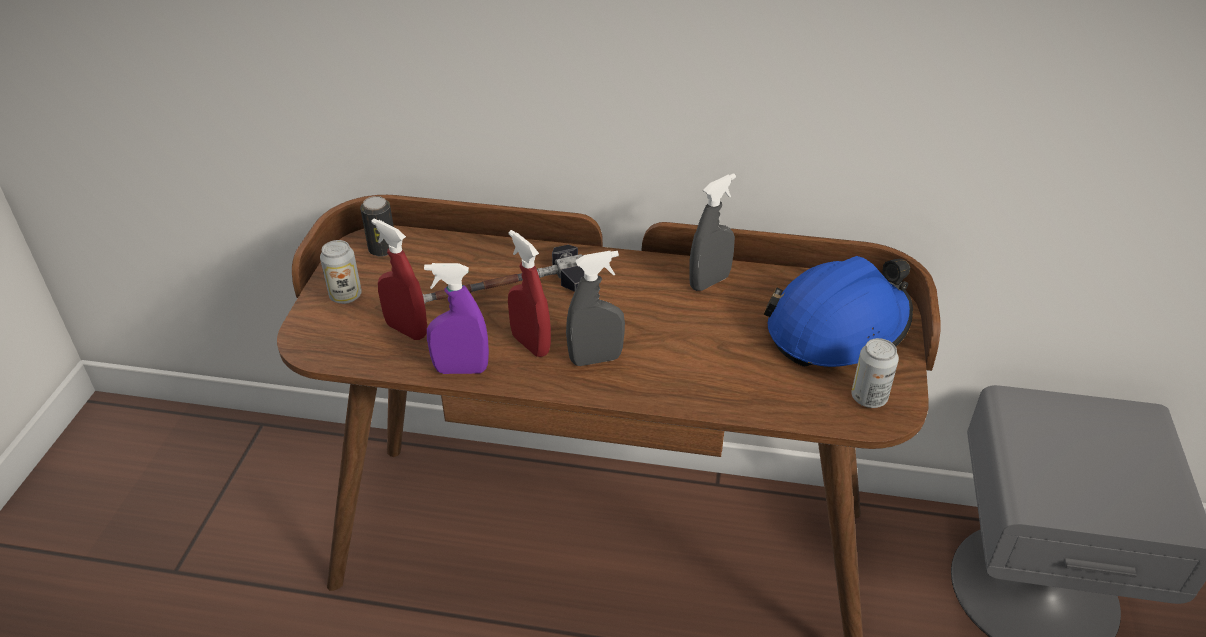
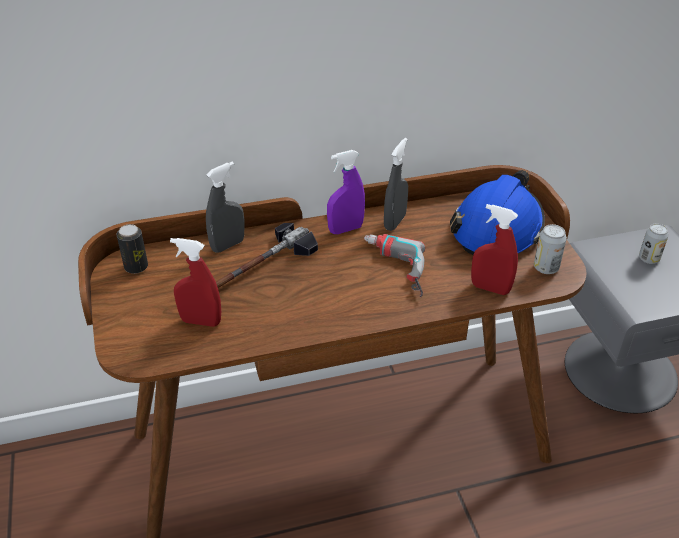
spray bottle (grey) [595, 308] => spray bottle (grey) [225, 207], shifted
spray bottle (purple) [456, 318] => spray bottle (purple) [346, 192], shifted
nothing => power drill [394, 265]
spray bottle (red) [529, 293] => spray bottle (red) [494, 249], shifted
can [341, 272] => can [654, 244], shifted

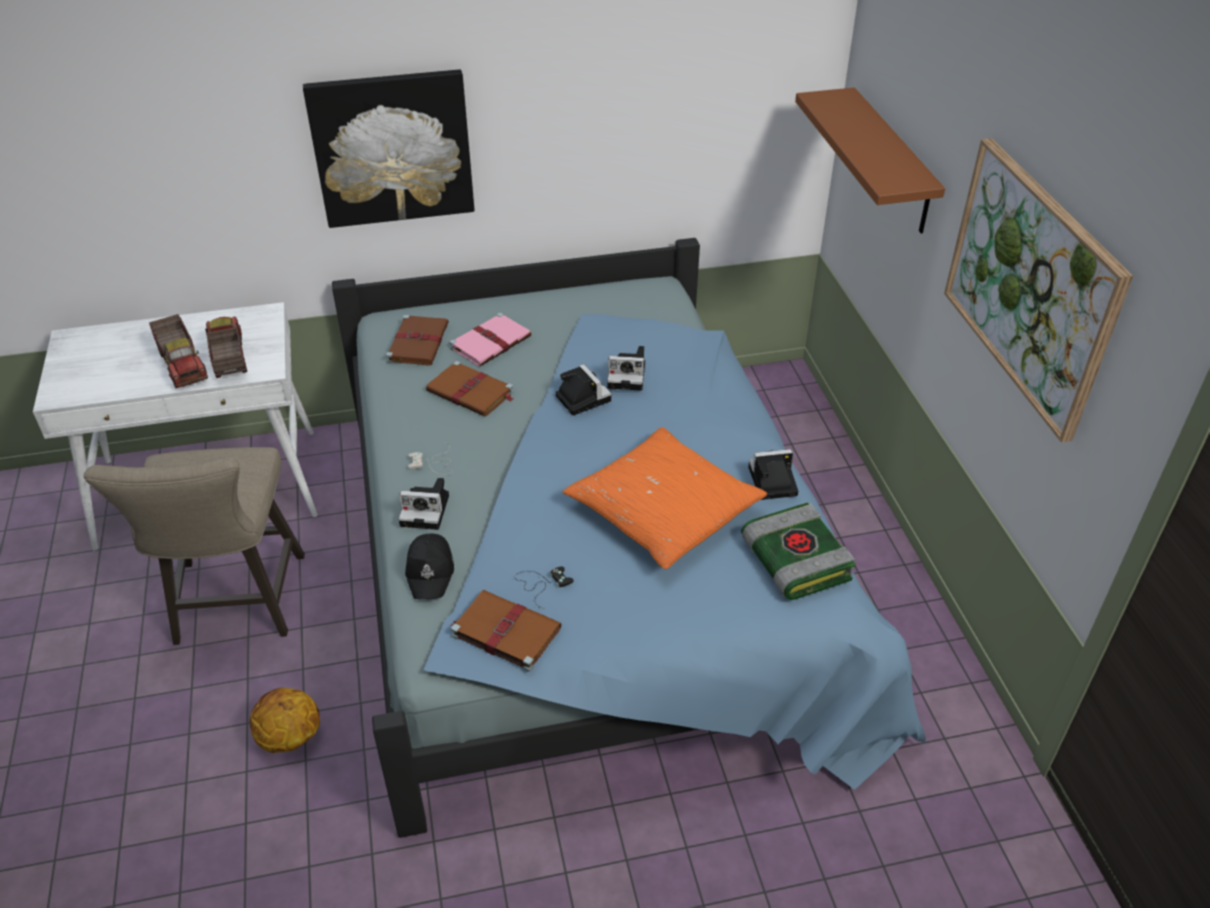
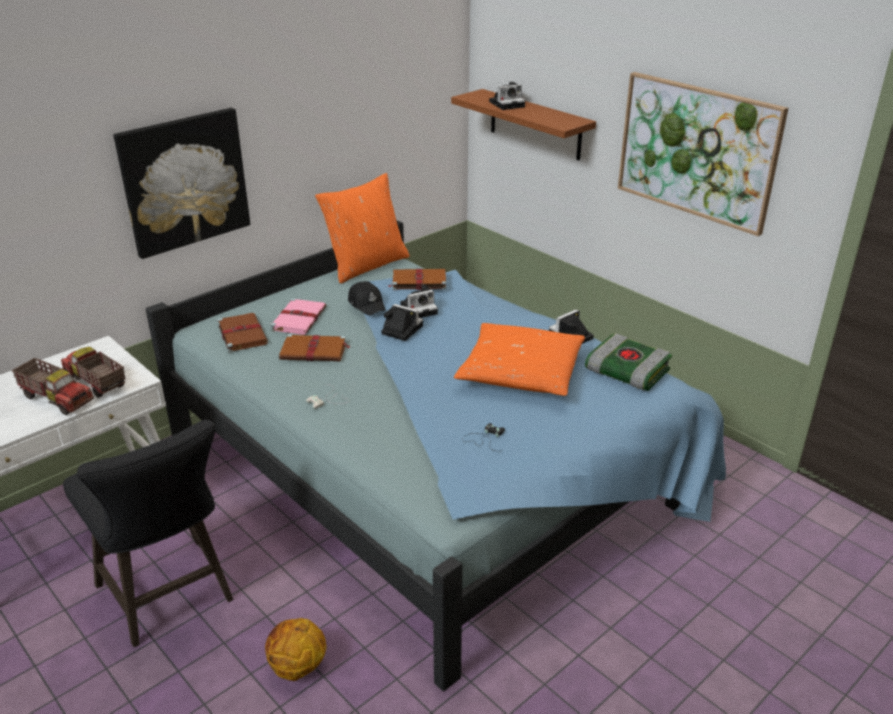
stool (beige) [194, 546] => stool (black) [148, 533]
nothing => pillow (orange) [362, 228]
cap (black) [429, 566] => cap (black) [367, 298], shifted
book (brown) [506, 630] => book (brown) [417, 279], shifted
photo camera [423, 504] => photo camera [507, 96], shifted

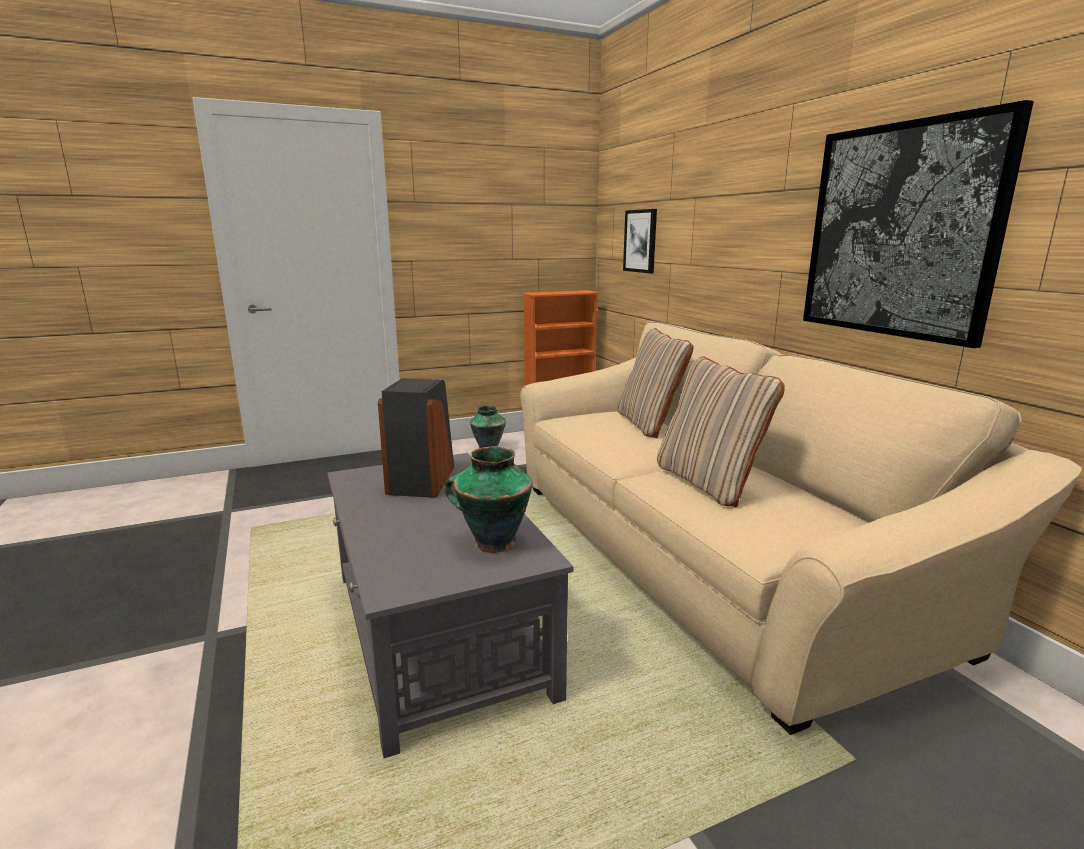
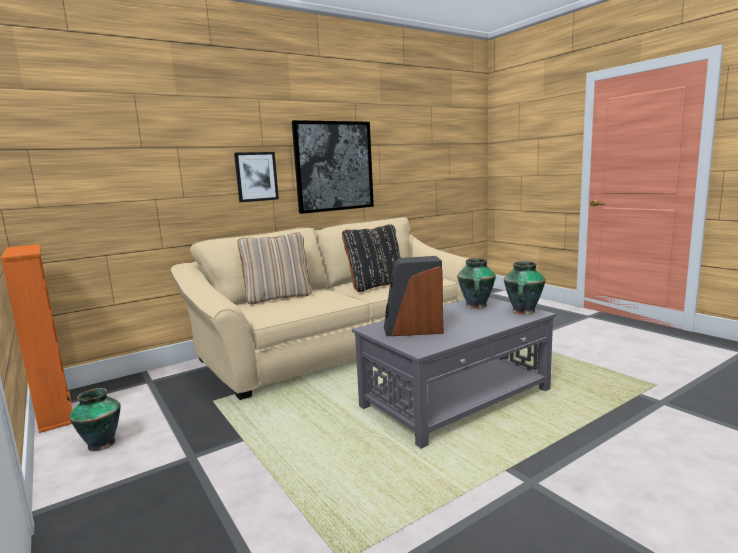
picture [640, 241] => picture [256, 177], shifted
pillow (beige) [721, 432] => pillow (black) [371, 258]
nothing => vase [525, 288]

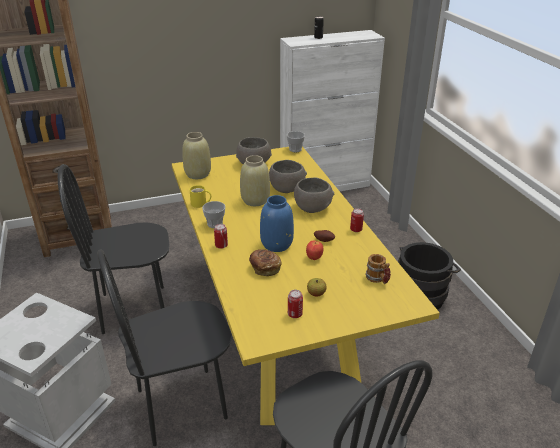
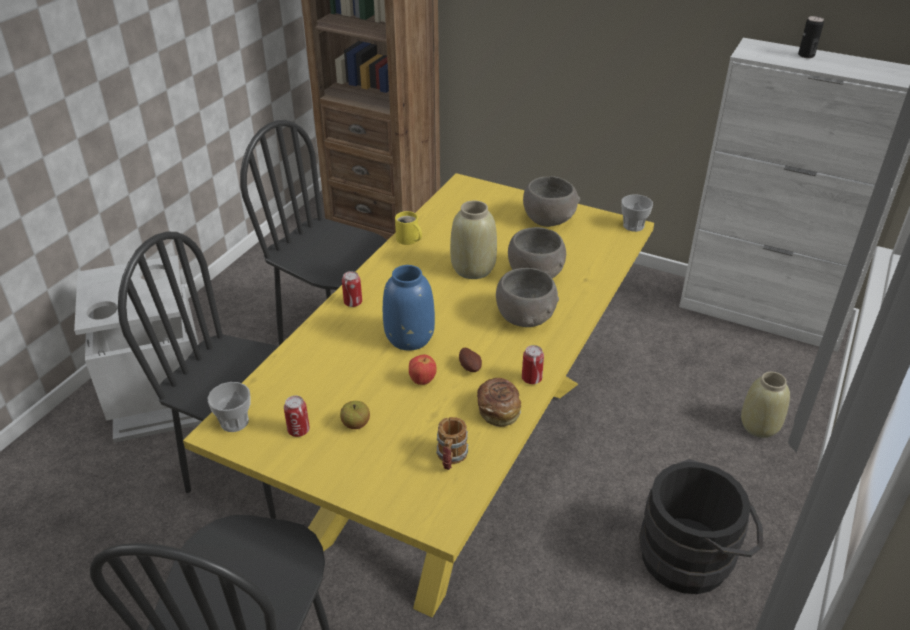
cup [213, 214] => cup [228, 407], shifted
bread [265, 262] => bread [499, 402], shifted
vase (beige) [196, 155] => vase (beige) [765, 405], shifted

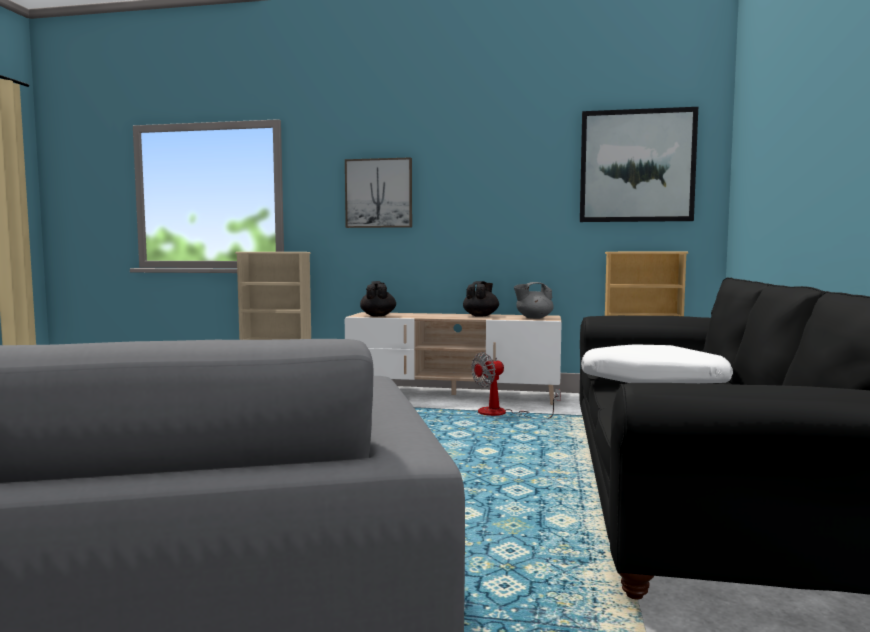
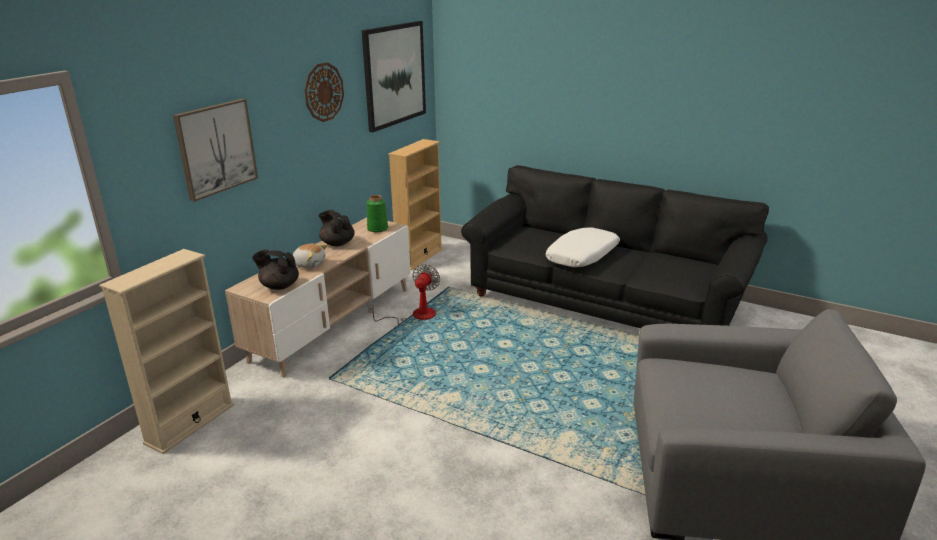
nothing => plush toy [310, 256]
nothing => wall clock [324, 92]
teapot (grey) [534, 300] => vase (green) [377, 213]
fan [516, 385] => fan [404, 294], 150 degrees counterclockwise

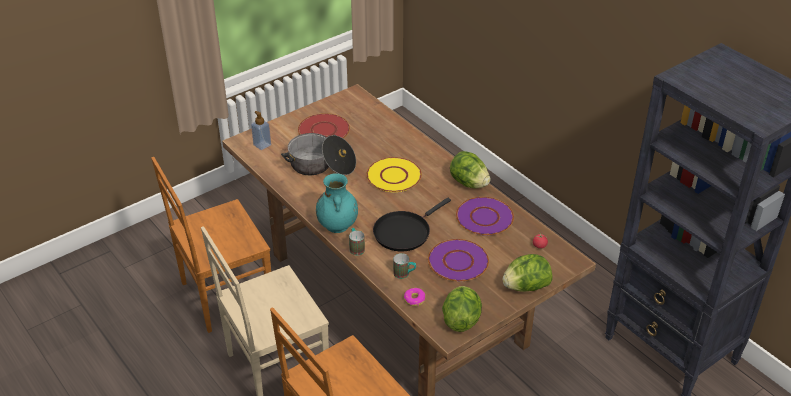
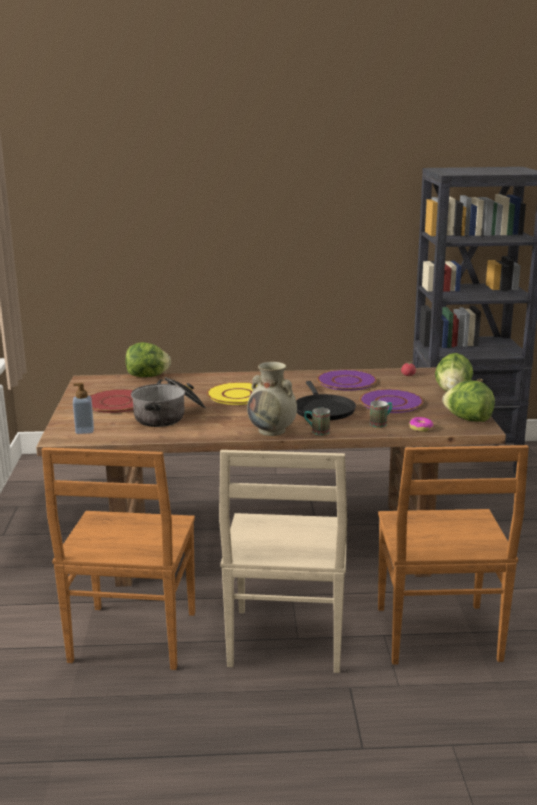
lettuce [470, 169] => lettuce [148, 359], shifted
vase (turquoise) [337, 203] => vase (beige) [272, 399]

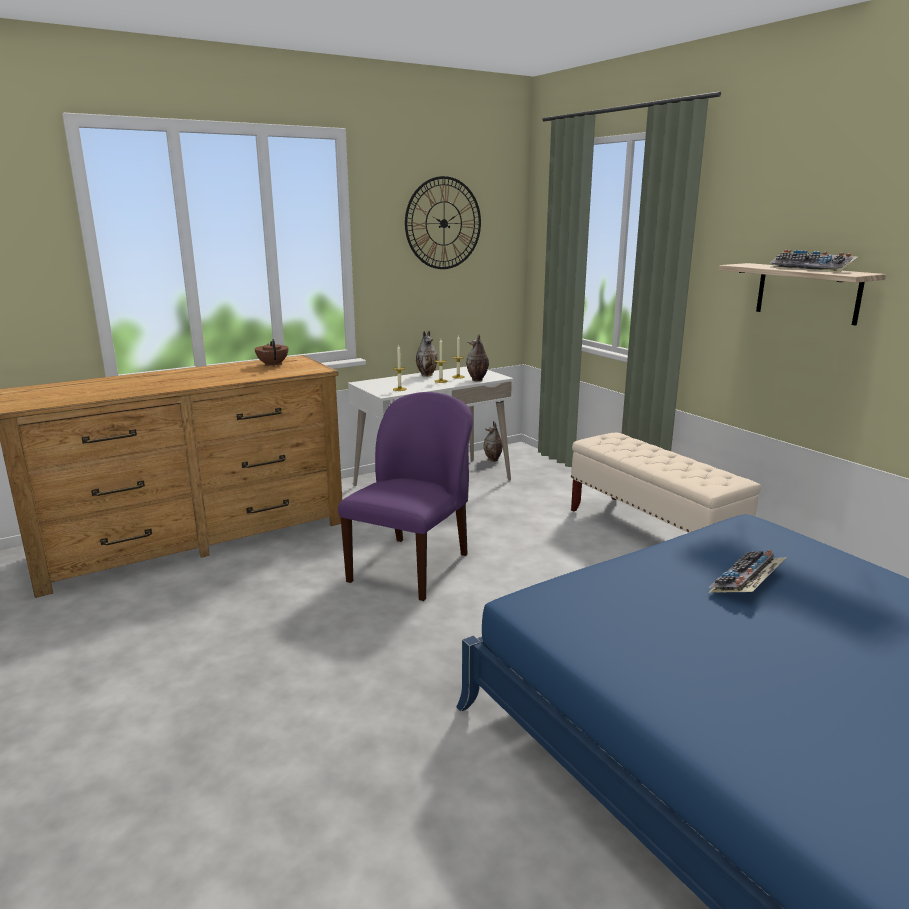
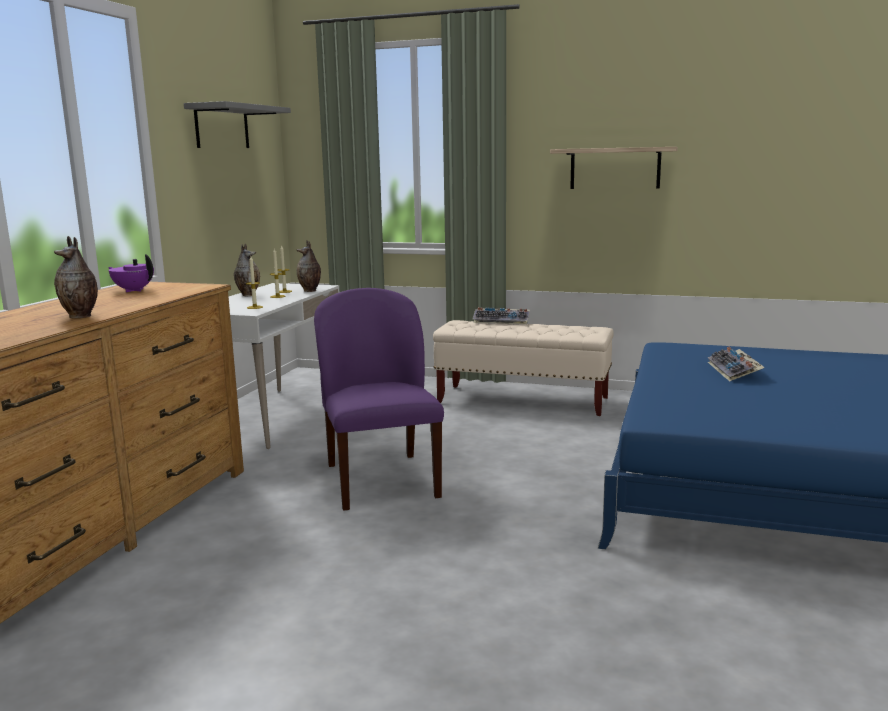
vase [493, 441] => vase [76, 277], shifted
teapot (brown) [271, 353] => teapot (purple) [131, 273]
wall clock [443, 222] => shelf (grey) [237, 124]
keyboard [813, 261] => keyboard [501, 315], shifted

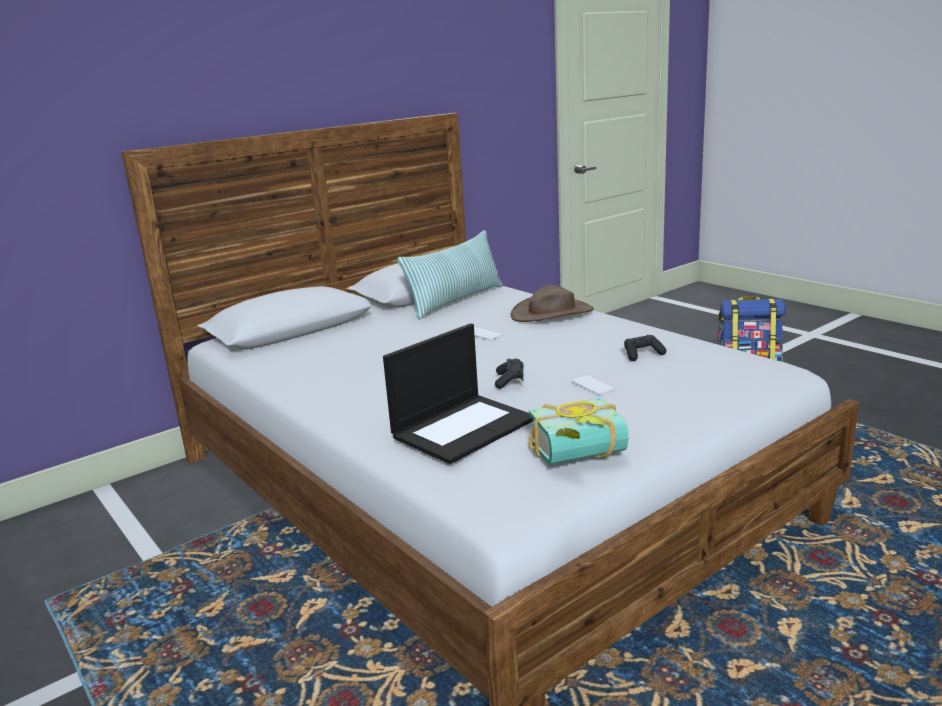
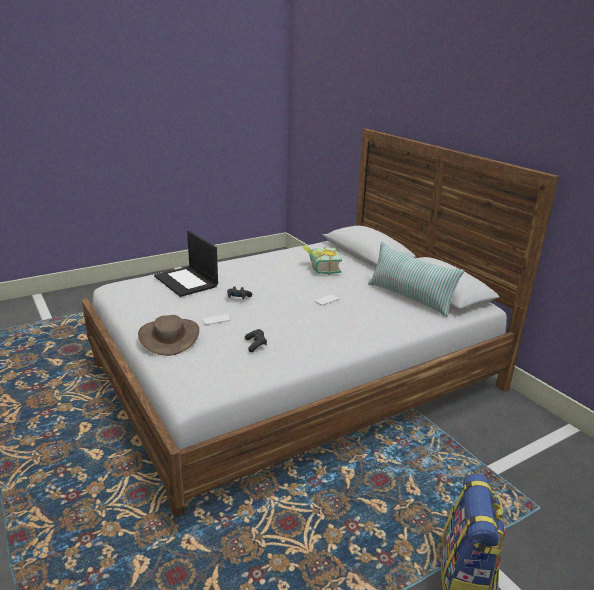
hat (brown) [552, 303] => hat (brown) [168, 335], shifted
book [578, 431] => book [322, 260], shifted

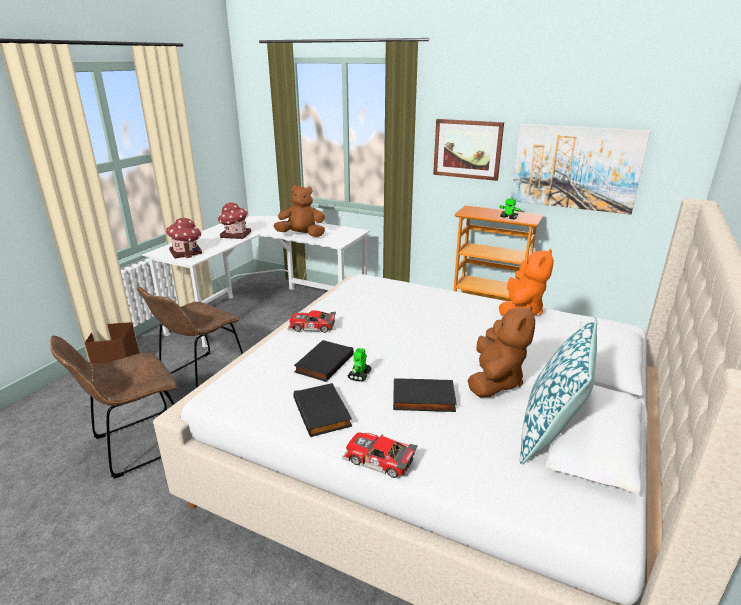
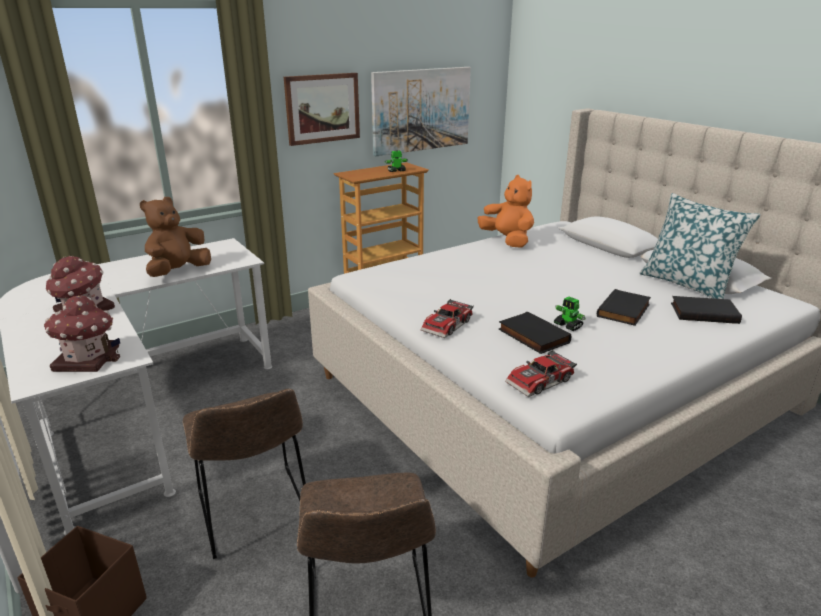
toy car [380, 455] => toy car [541, 373], shifted
book (black) [322, 410] => book (black) [706, 310], shifted
plush toy (brown) [501, 351] => nothing

